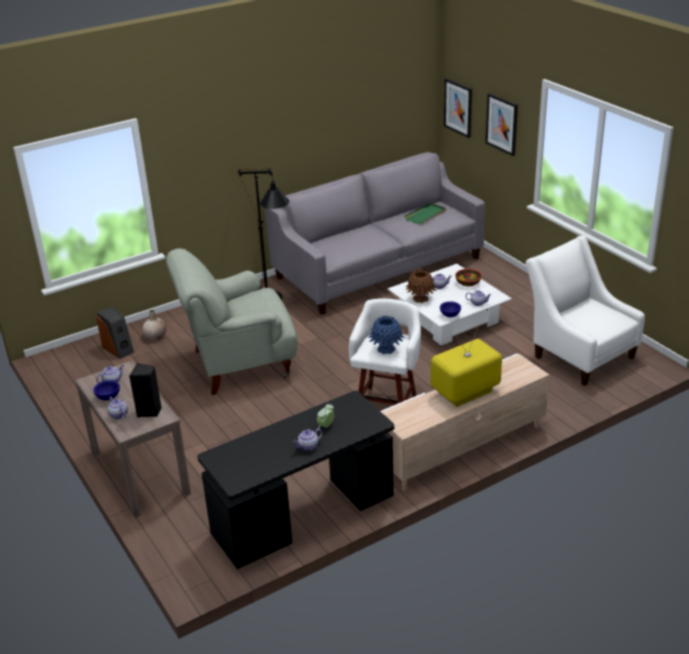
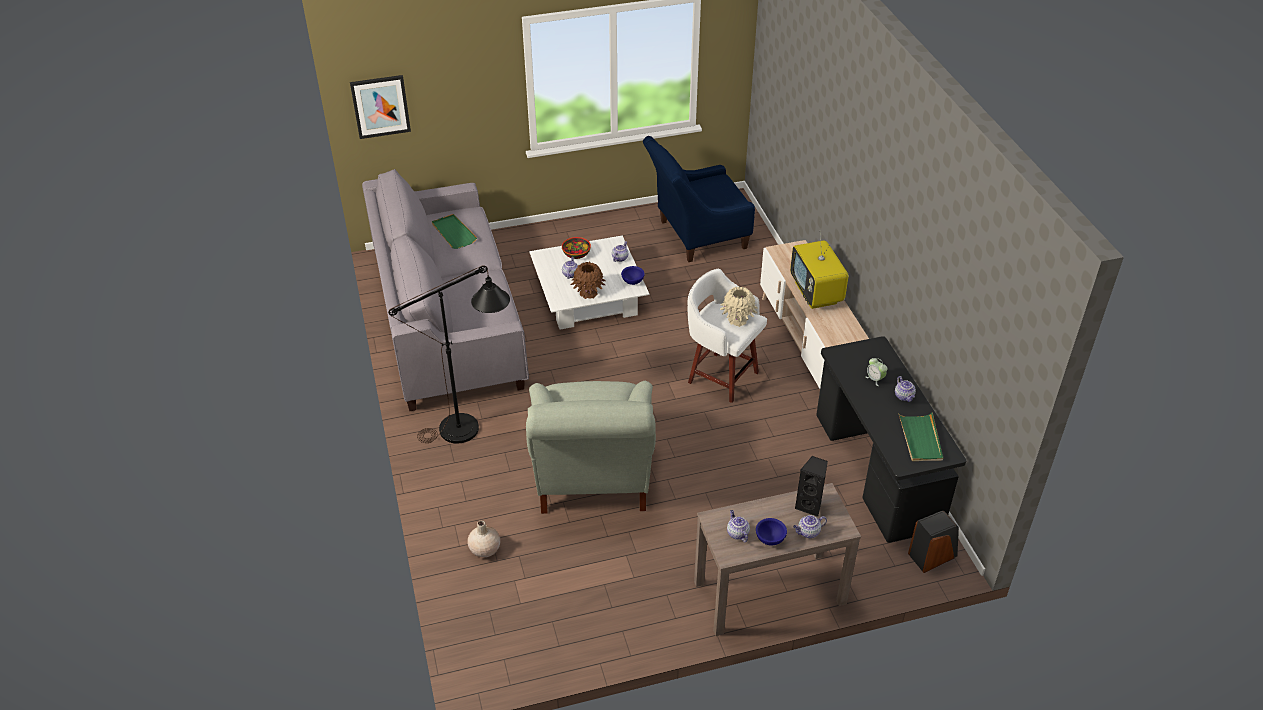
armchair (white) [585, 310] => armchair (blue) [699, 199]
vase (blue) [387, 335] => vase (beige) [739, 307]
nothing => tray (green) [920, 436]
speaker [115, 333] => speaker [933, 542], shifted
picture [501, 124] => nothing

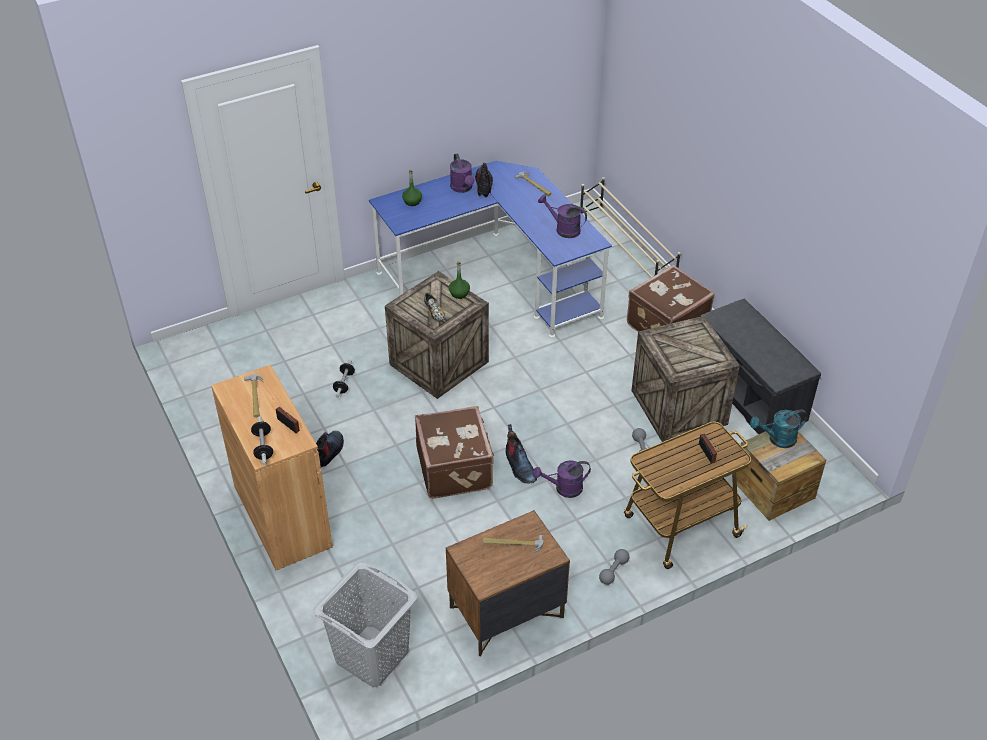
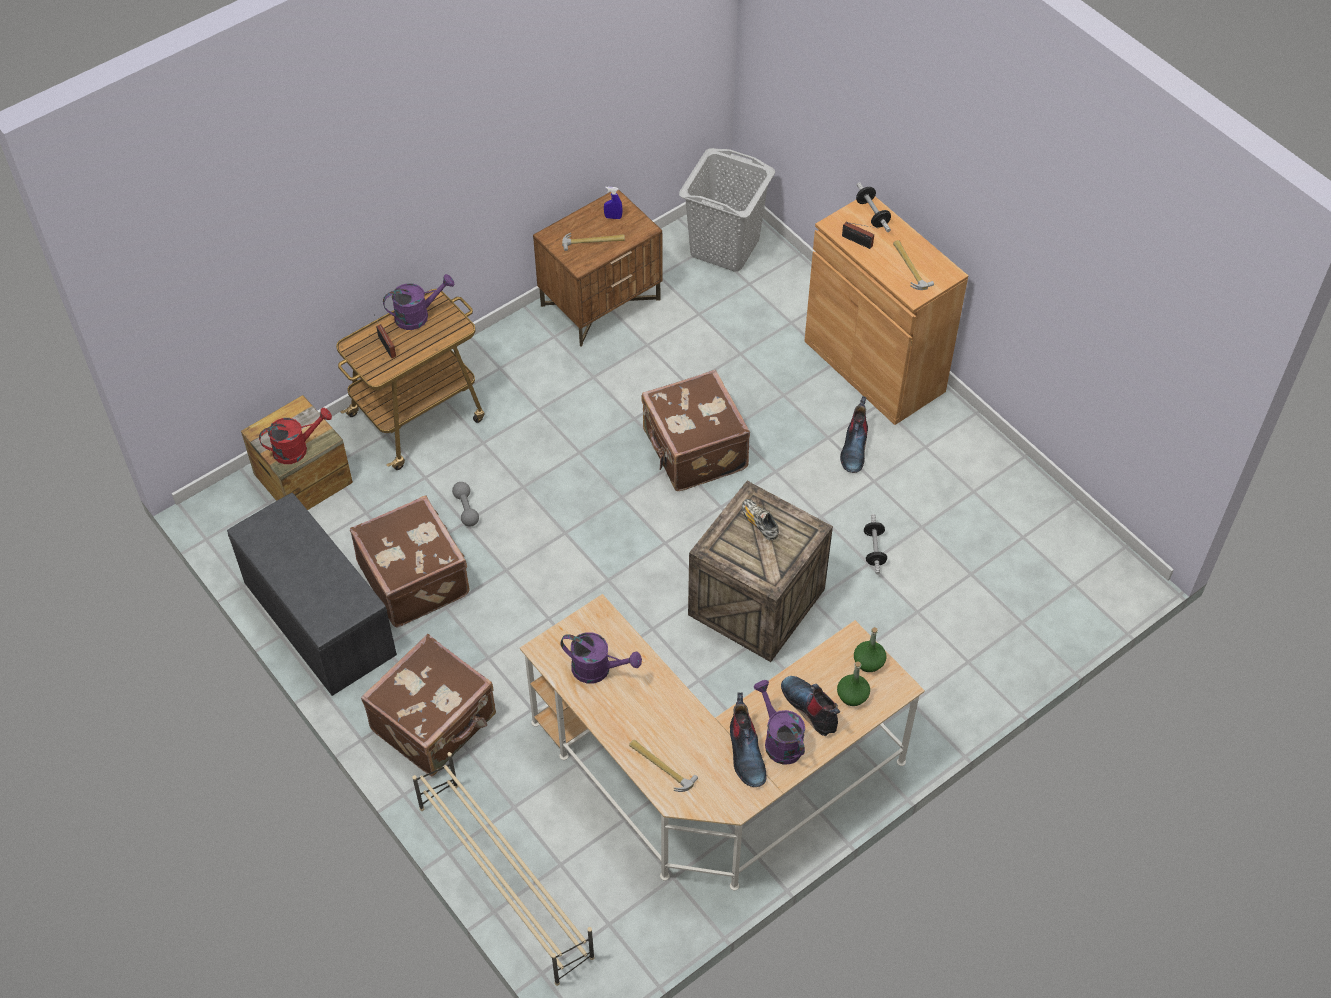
watering can (turquoise) [779, 429] => watering can (red) [295, 436]
crate [685, 379] => suitcase (brown) [410, 561]
watering can (purple) [562, 479] => watering can (purple) [418, 302], shifted
desk (blue) [490, 249] => desk (beige) [722, 742]
nothing => spray bottle (blue) [613, 203]
boot [521, 454] => boot [810, 706], shifted
bottle (green) [459, 280] => bottle (green) [870, 649], shifted
dumbbell (grey) [614, 567] => nothing

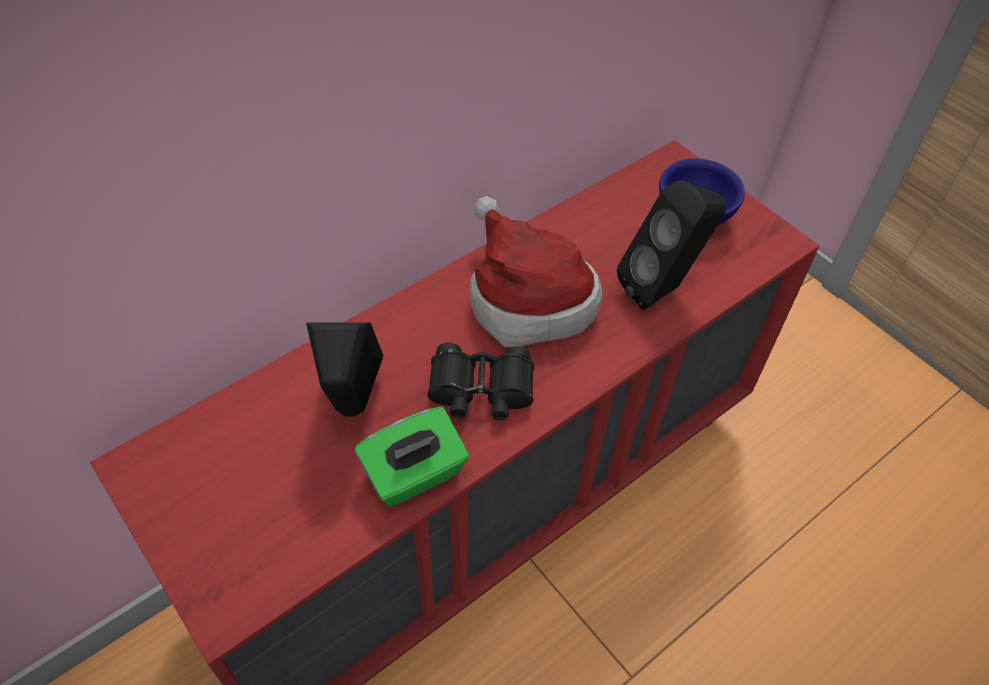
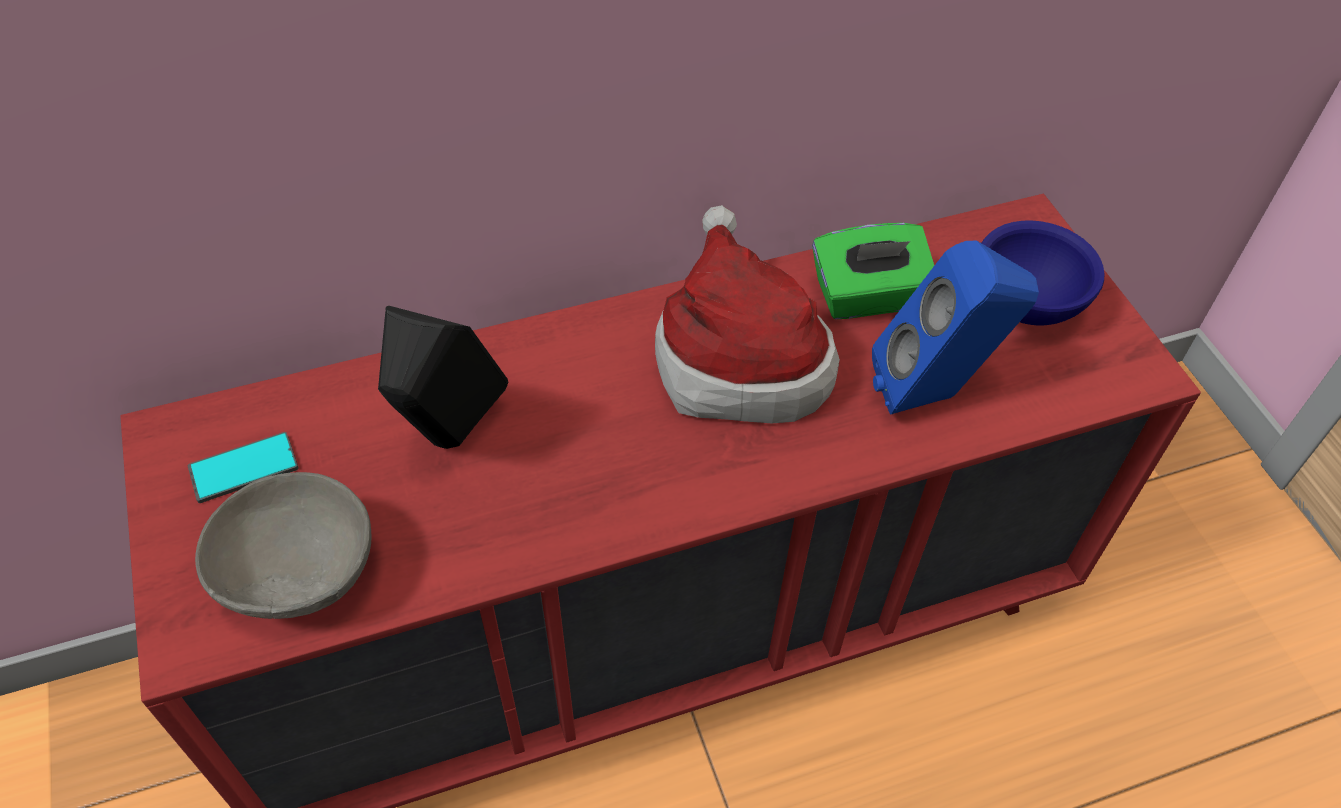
nothing => phone [243, 467]
nothing => bowl (grey) [283, 545]
tissue box (green) [412, 456] => tissue box (green) [873, 271], shifted
speaker (black) [671, 245] => speaker (blue) [955, 327]
binoculars (black) [480, 381] => nothing

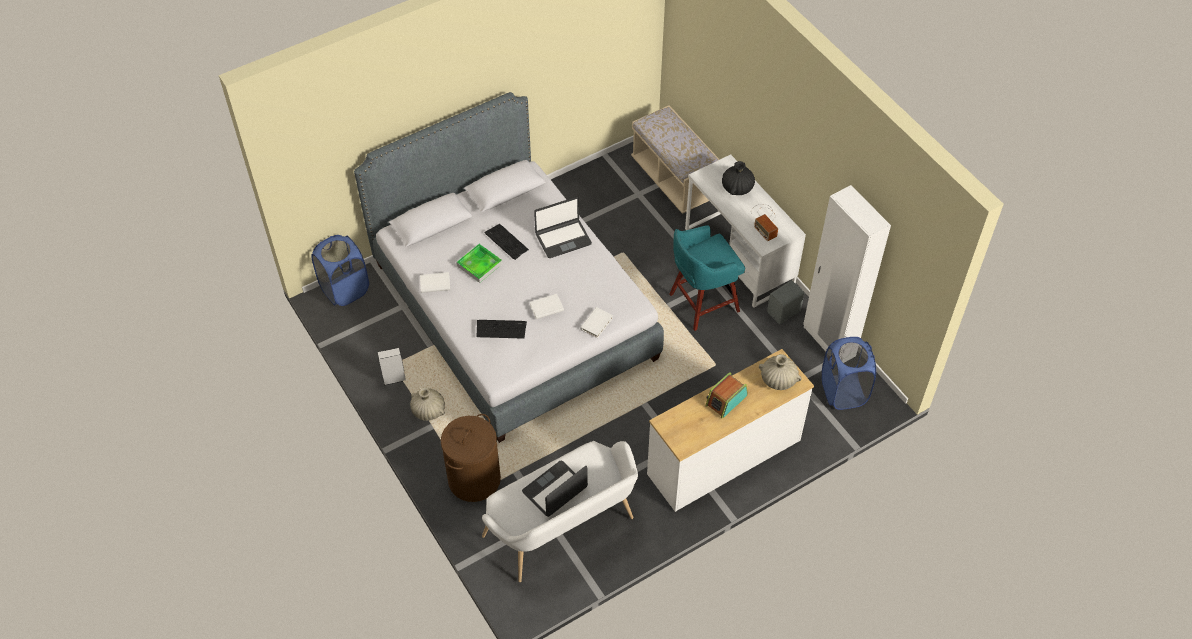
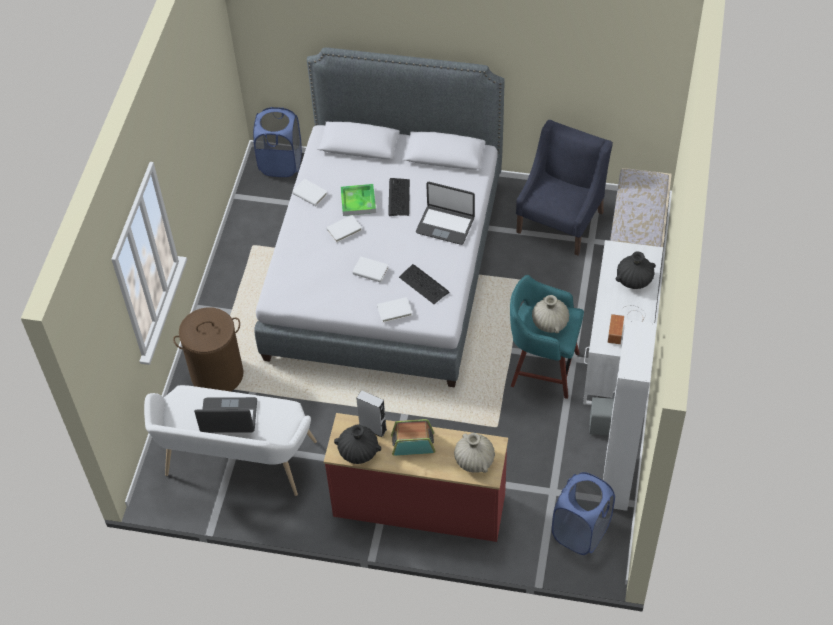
dresser (white) [730, 430] => dresser (red) [416, 477]
nothing => book (white) [344, 229]
nothing => vase (black) [357, 444]
speaker (grey) [391, 367] => speaker (grey) [371, 413], shifted
keyboard [501, 329] => keyboard [424, 284], shifted
nothing => armchair (blue) [564, 188]
vase (beige) [427, 404] => vase (beige) [550, 314], shifted

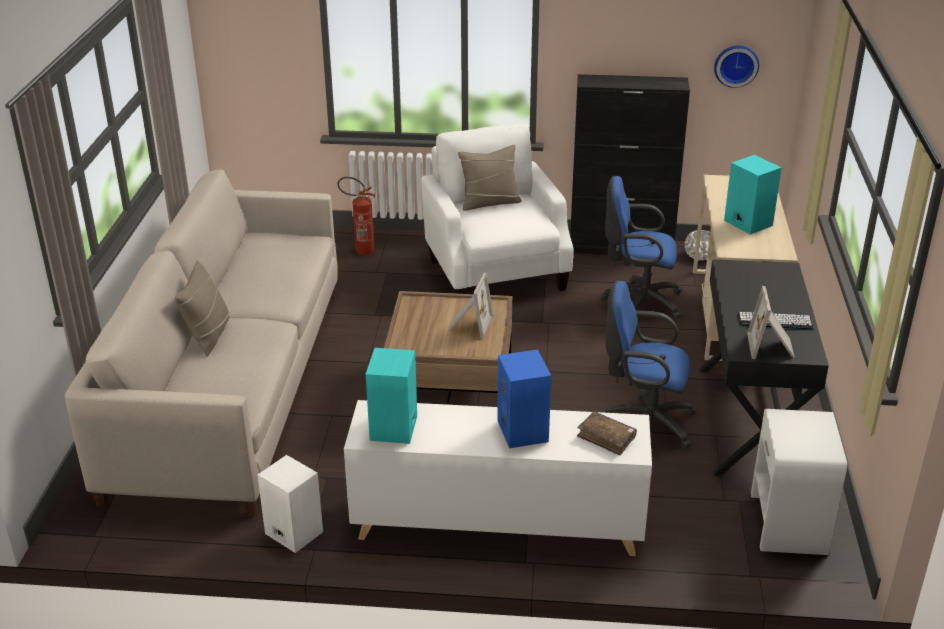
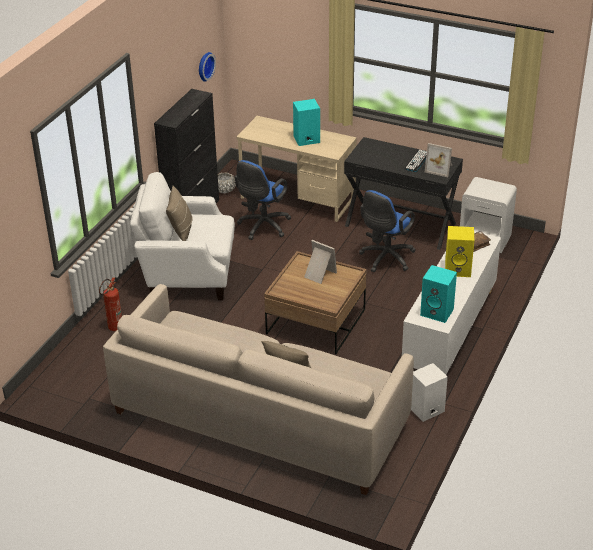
speaker (blue) [524, 399] => speaker (yellow) [459, 251]

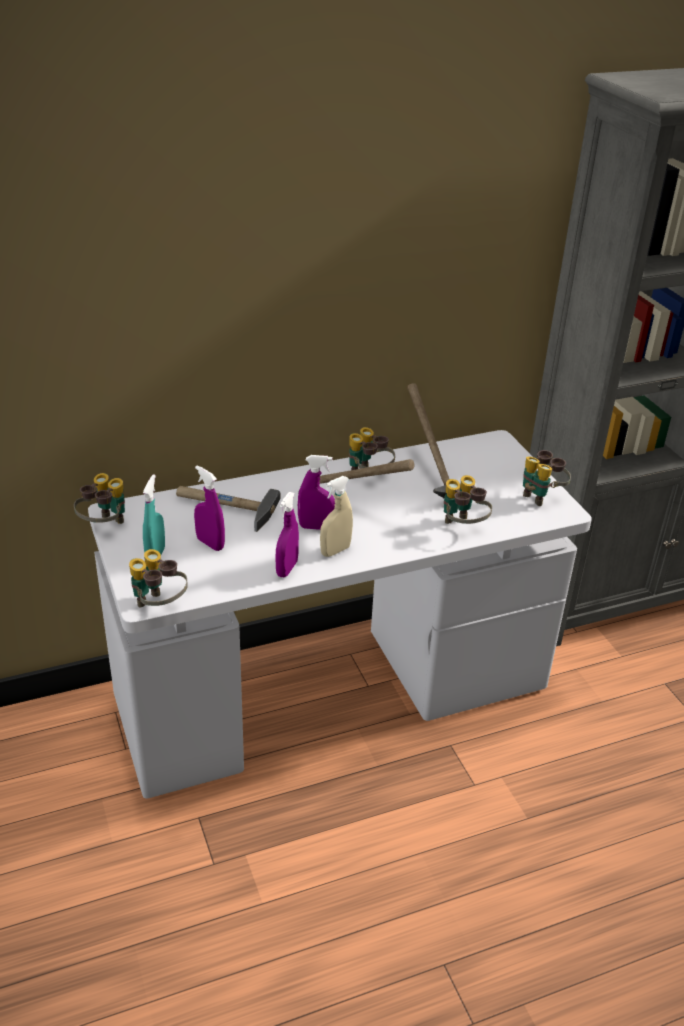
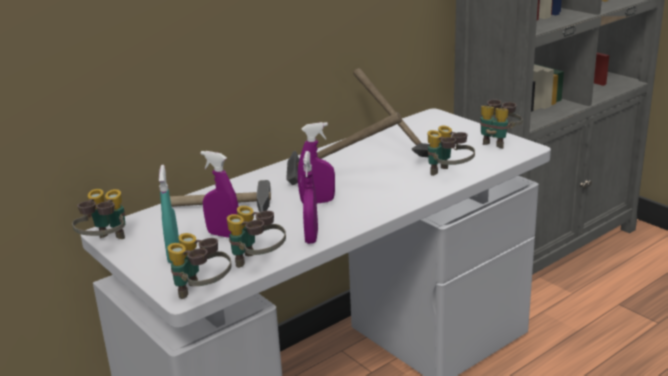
binoculars [372, 448] => binoculars [256, 237], shifted
spray bottle (beige) [336, 516] => nothing

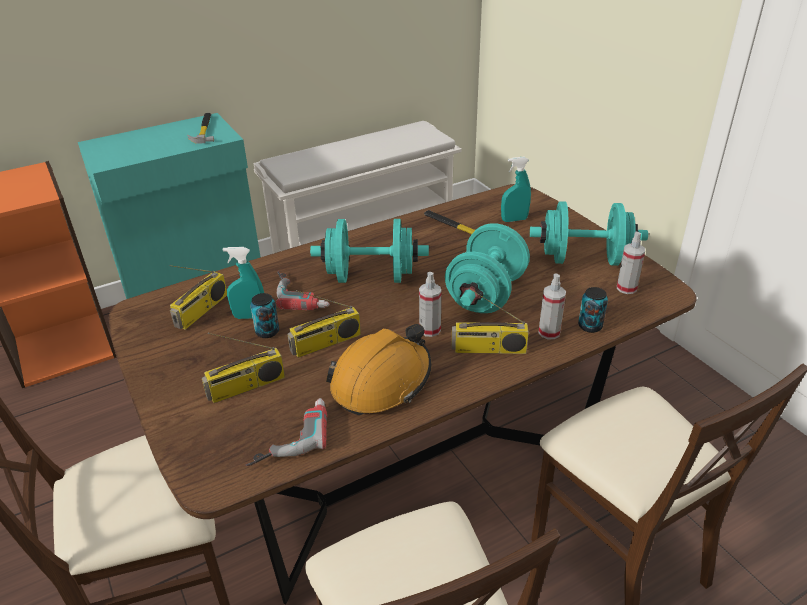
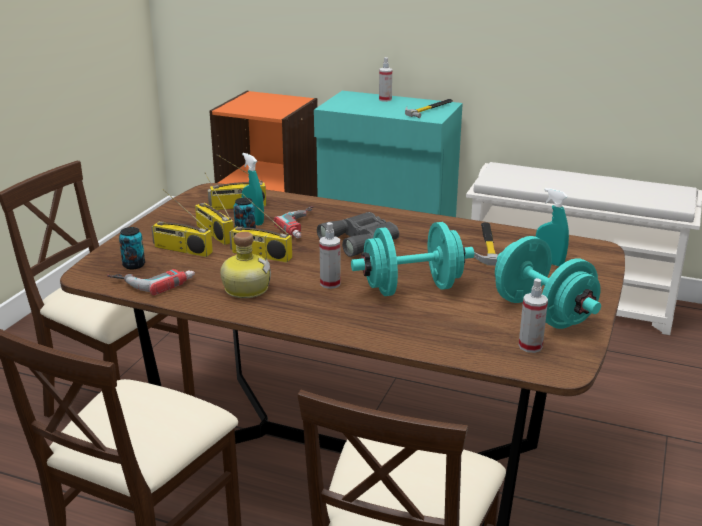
can [593, 310] => can [132, 248], shifted
radio [490, 321] => radio [214, 208], shifted
hard hat (orange) [379, 369] => bottle [245, 265]
dumbbell (turquoise) [369, 251] => binoculars (grey) [358, 234]
spray bottle [552, 306] => spray bottle [385, 79], shifted

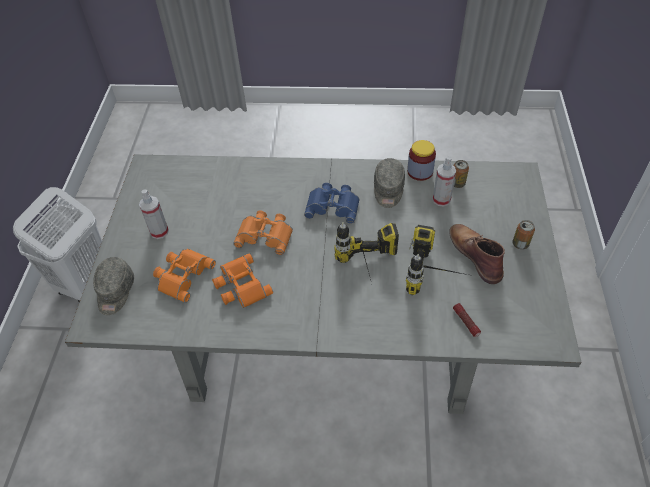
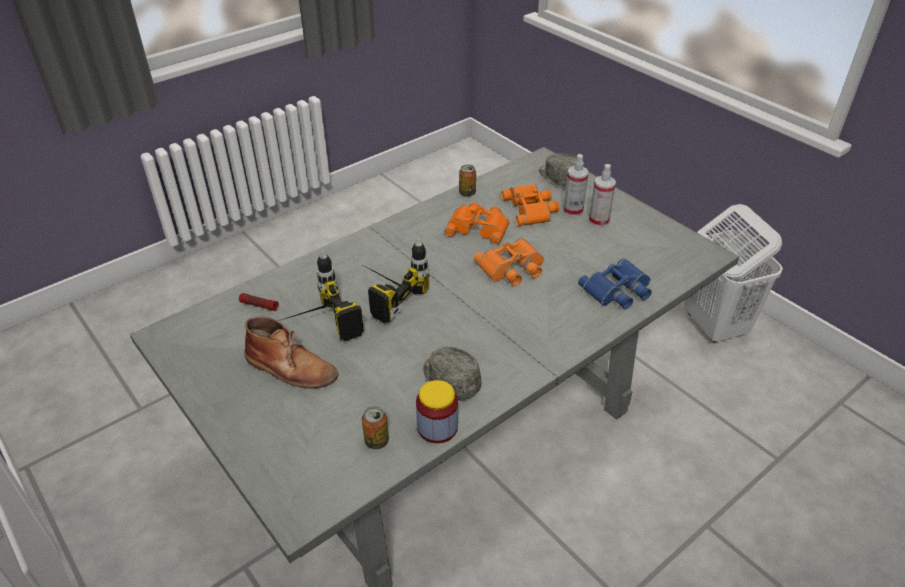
can [523, 235] => can [467, 181], shifted
spray bottle [444, 181] => spray bottle [576, 185], shifted
binoculars (blue) [332, 203] => binoculars (blue) [615, 284], shifted

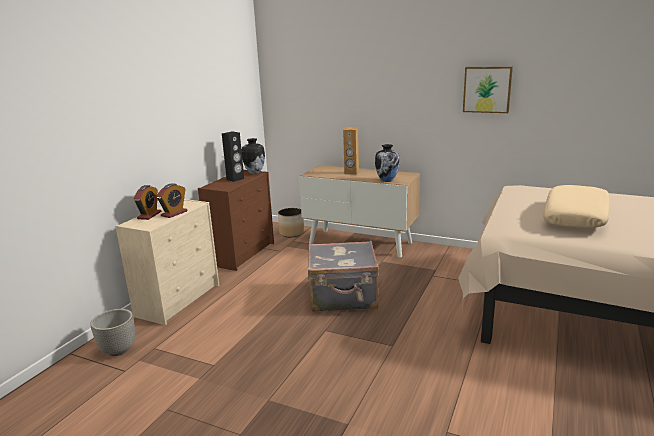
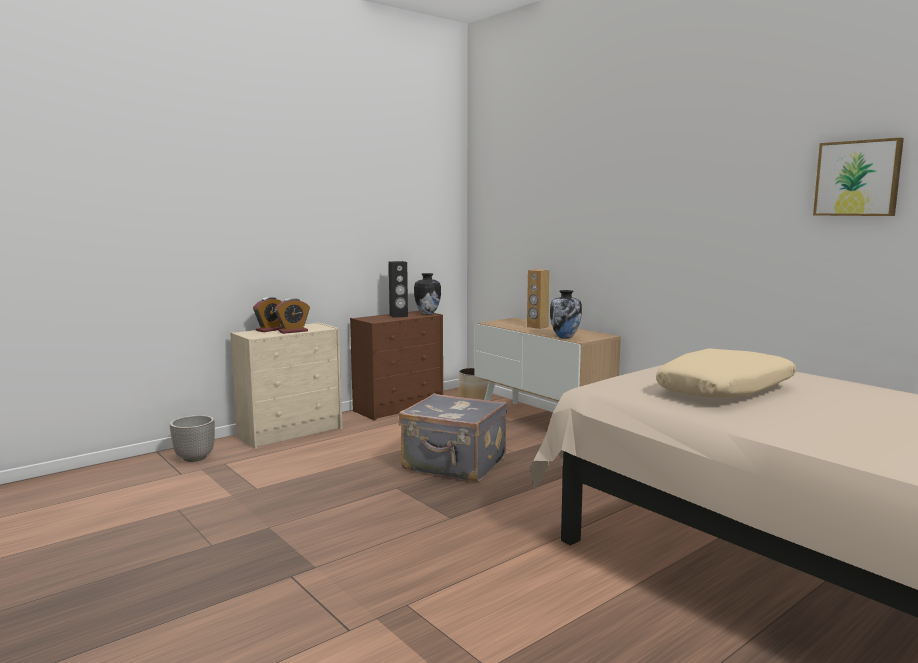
picture [488, 89] => picture [858, 177], shifted

